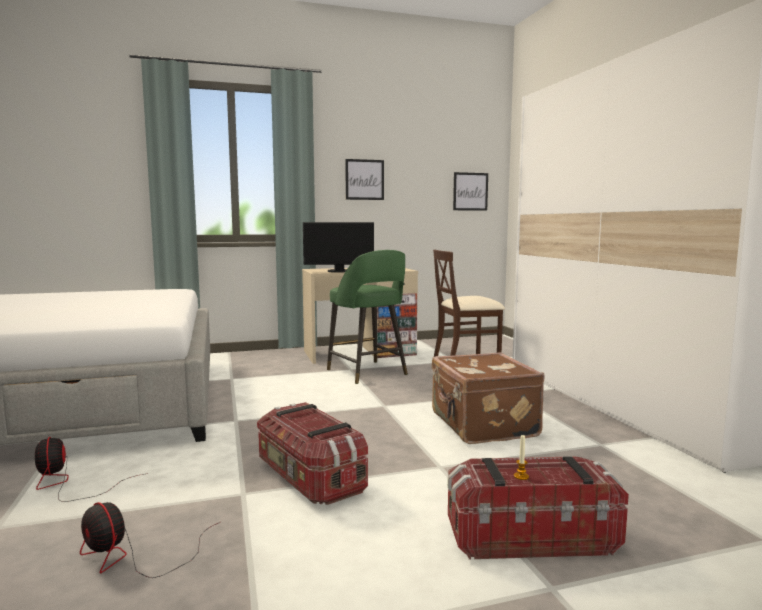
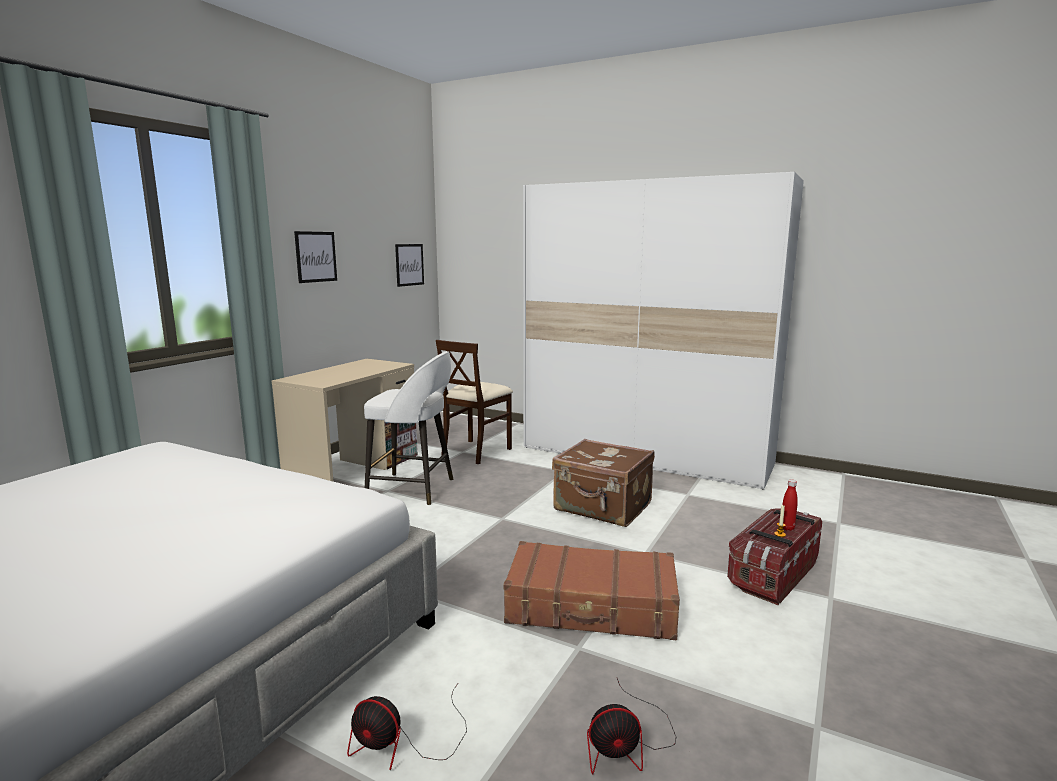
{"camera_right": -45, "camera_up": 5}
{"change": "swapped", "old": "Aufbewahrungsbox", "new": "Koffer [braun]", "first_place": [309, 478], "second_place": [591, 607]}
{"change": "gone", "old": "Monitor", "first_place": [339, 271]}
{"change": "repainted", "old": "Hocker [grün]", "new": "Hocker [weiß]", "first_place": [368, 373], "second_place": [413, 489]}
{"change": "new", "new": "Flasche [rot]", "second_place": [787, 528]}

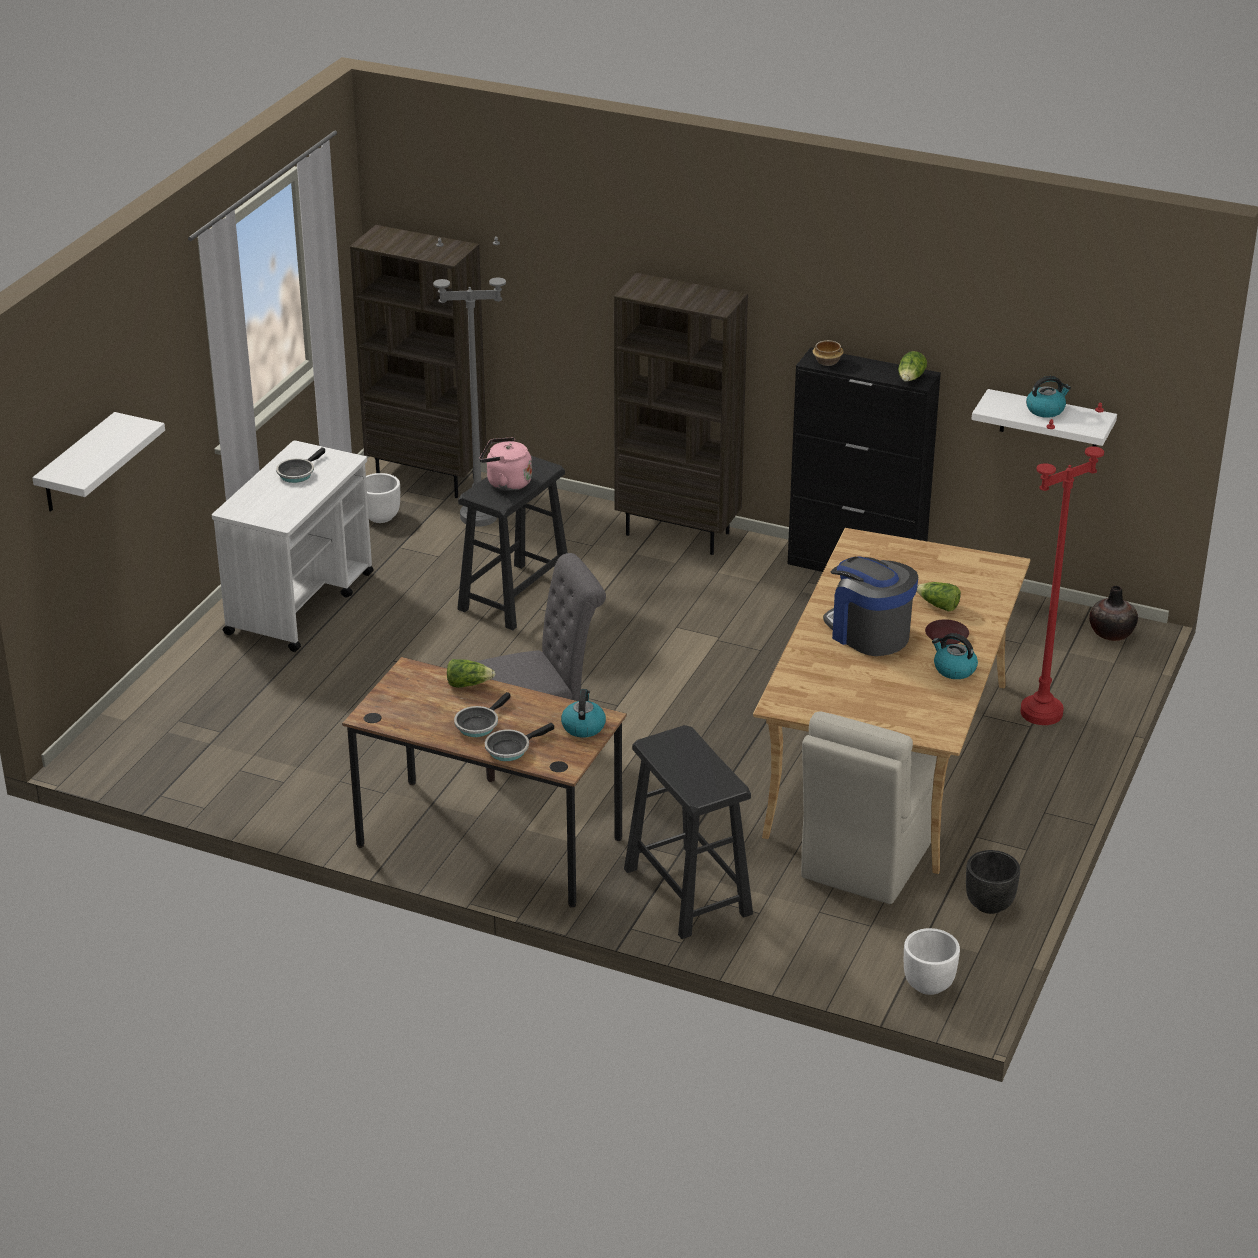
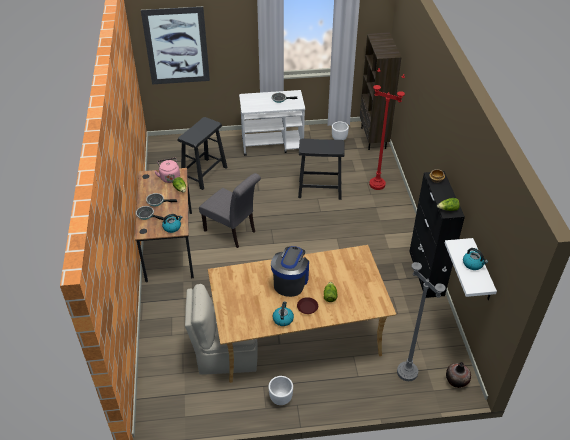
{"camera_right": 60, "camera_up": 10}
{"change": "swapped", "old": "Wandregal [weiß]", "new": "Bild", "first_place": [77, 464], "second_place": [176, 46]}
{"change": "shifted", "old": "Stehlampe [grau]", "first_place": [479, 516], "second_place": [407, 372]}
{"change": "shifted", "old": "Wasserkessel [rosa]", "first_place": [506, 483], "second_place": [169, 177]}
{"change": "gone", "old": "Bücherregal [braun]", "first_place": [679, 533]}
{"change": "shifted", "old": "Hocker [schwarz]", "first_place": [687, 891], "second_place": [204, 173]}
{"change": "shifted", "old": "Pflanzkübel [weiß]", "first_place": [928, 985], "second_place": [280, 398]}
{"change": "gone", "old": "Pflanzkübel [schwarz]", "first_place": [989, 904]}
{"change": "shifted", "old": "Stehlampe [rot]", "first_place": [1041, 712], "second_place": [377, 184]}

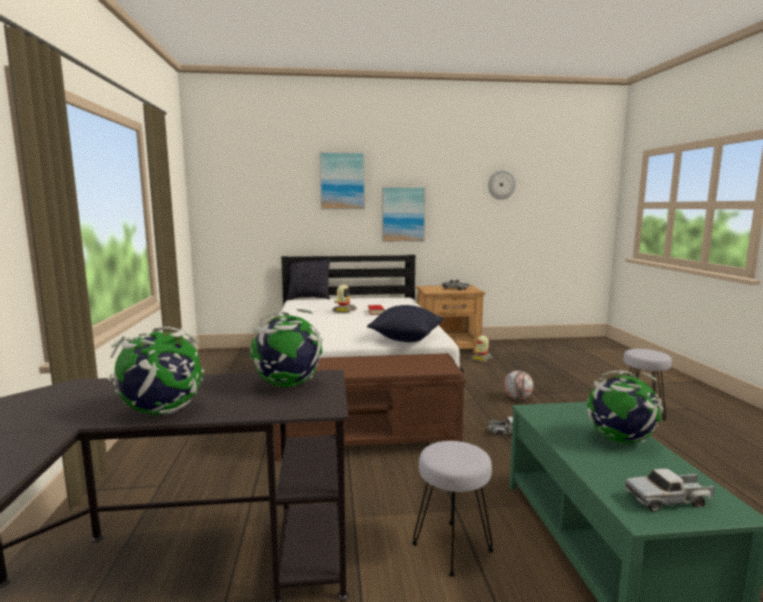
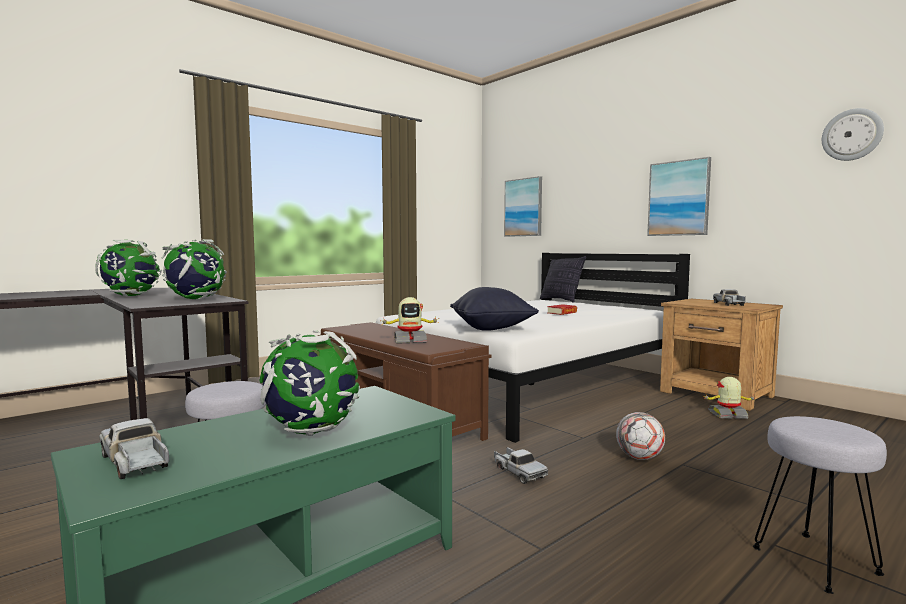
{"camera_right": 55, "camera_up": -5}
{"change": "shifted", "old": "Bild", "first_place": [342, 181], "second_place": [523, 207]}
{"change": "shifted", "old": "Spielzeugroboter", "first_place": [344, 311], "second_place": [410, 341]}

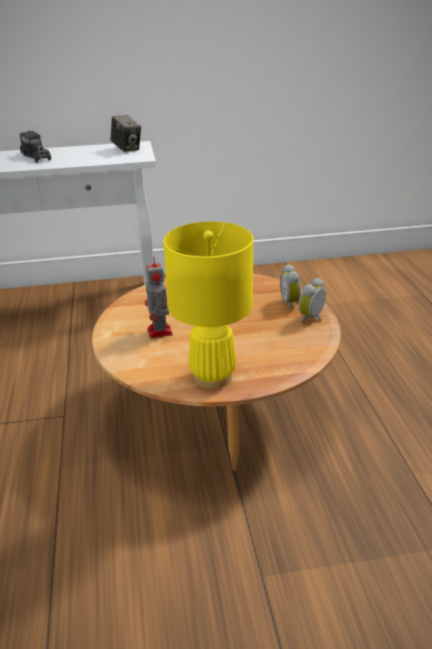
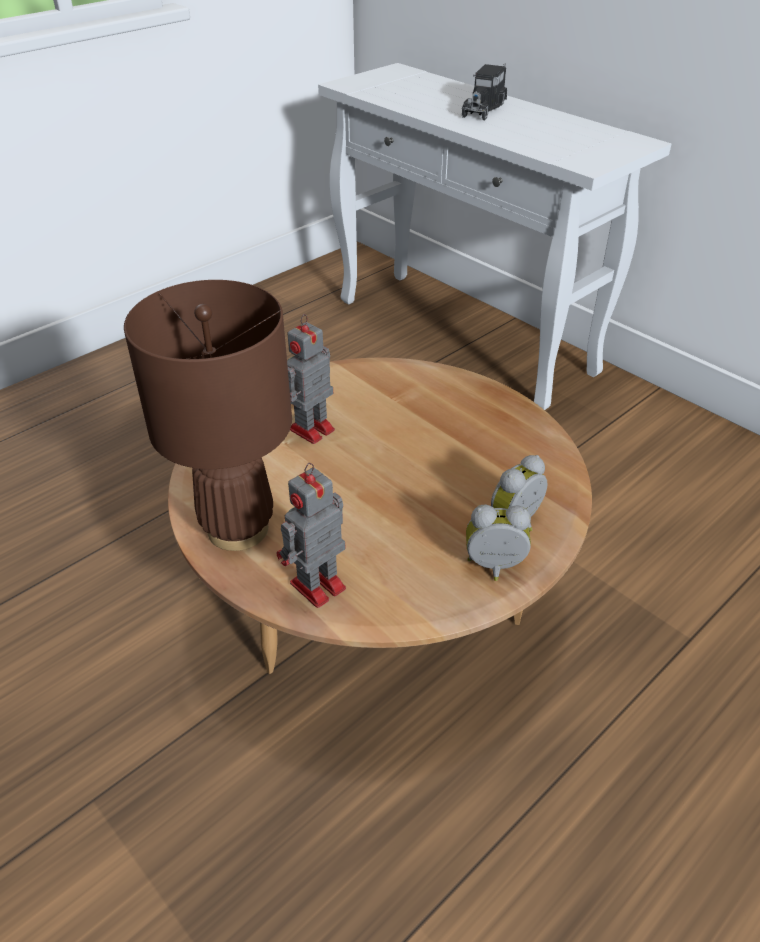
{"camera_right": 55, "camera_up": 10}
{"change": "gone", "old": "Kamera", "first_place": [127, 149]}
{"change": "repainted", "old": "Tischlampe [gelb]", "new": "Tischlampe [braun]", "first_place": [213, 377], "second_place": [238, 529]}
{"change": "new", "new": "Spielzeugroboter", "second_place": [315, 587]}

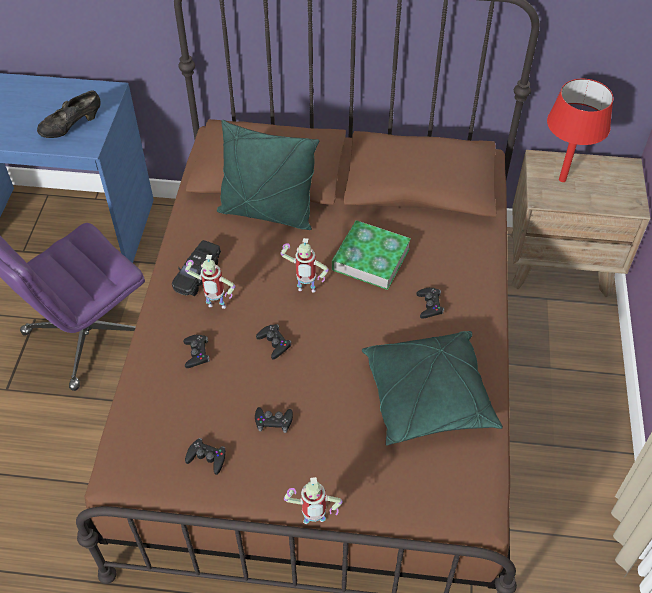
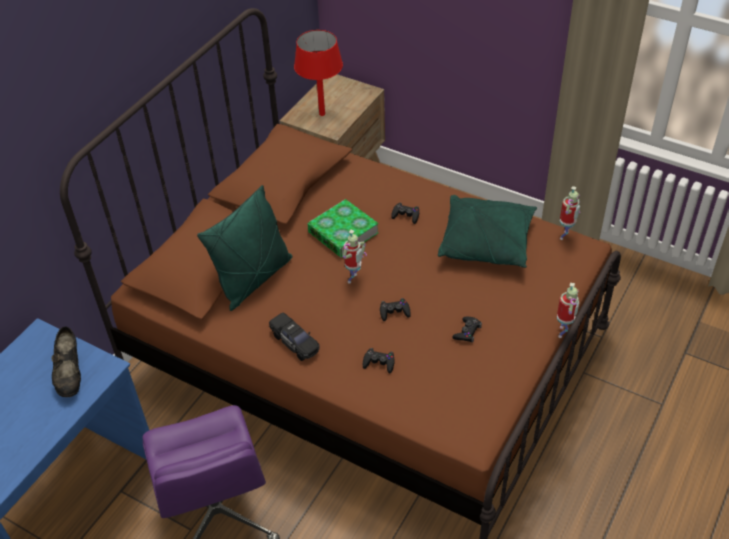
{"camera_right": -65, "camera_up": -5}
{"change": "shifted", "old": "Spielzeugroboter", "first_place": [216, 308], "second_place": [565, 236]}
{"change": "gone", "old": "Gamepad [schwarz]", "first_place": [207, 458]}

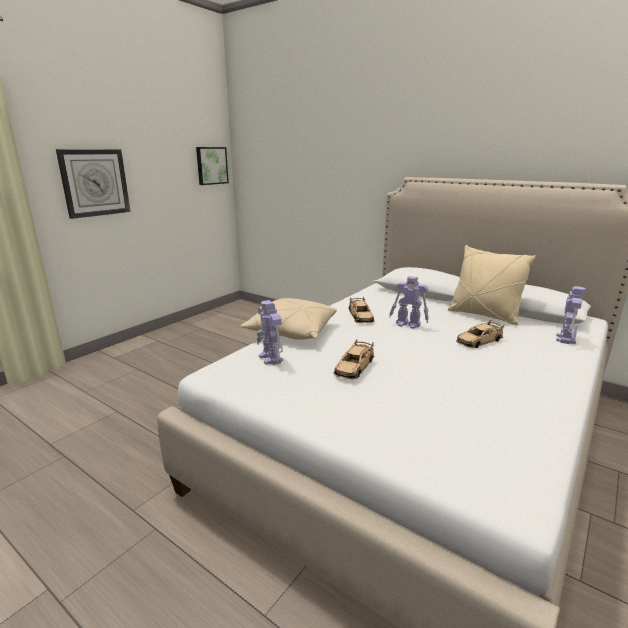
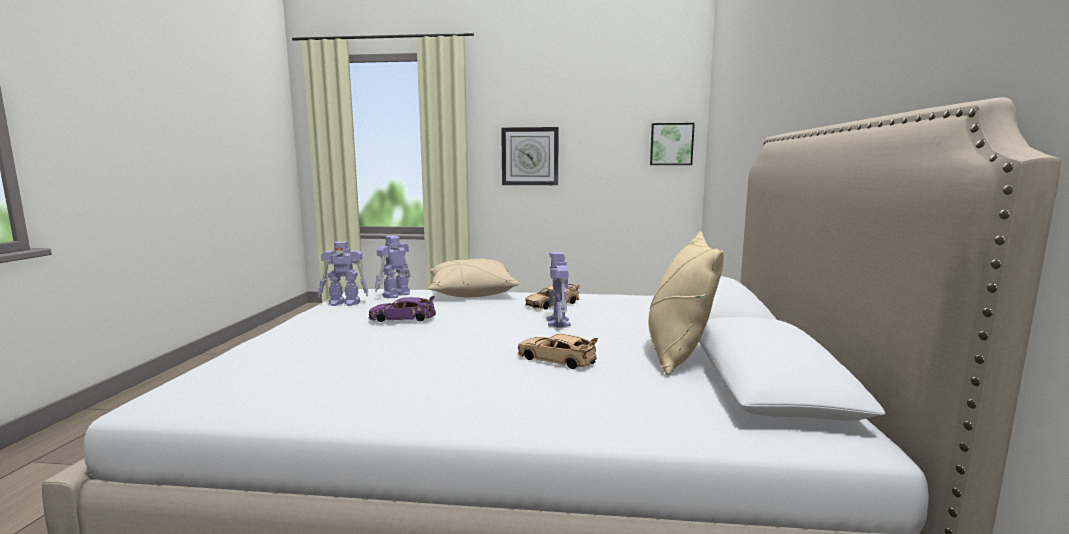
{"camera_right": 60, "camera_up": -10}
{"change": "repainted", "old": "Spielzeugauto [beige]", "new": "Spielzeugauto [lila]", "first_place": [354, 367], "second_place": [402, 318]}
{"change": "shifted", "old": "Spielzeugroboter", "first_place": [565, 338], "second_place": [345, 303]}

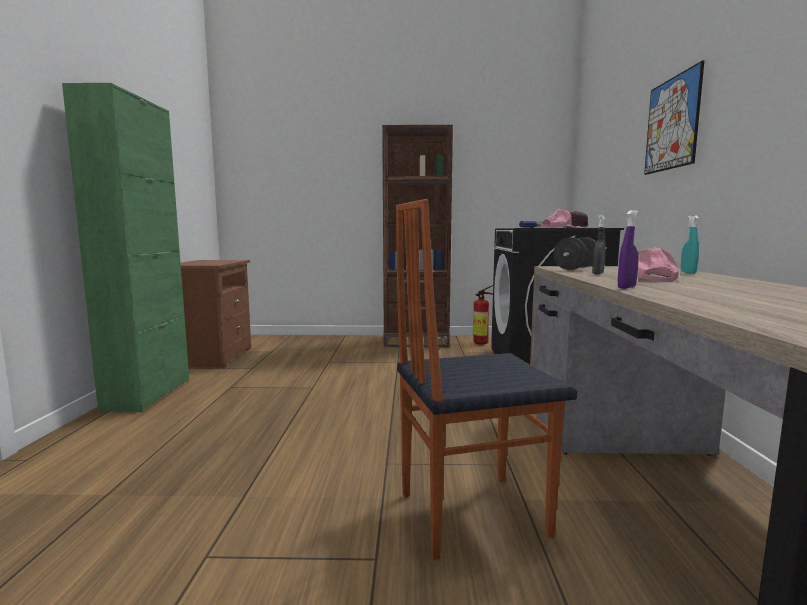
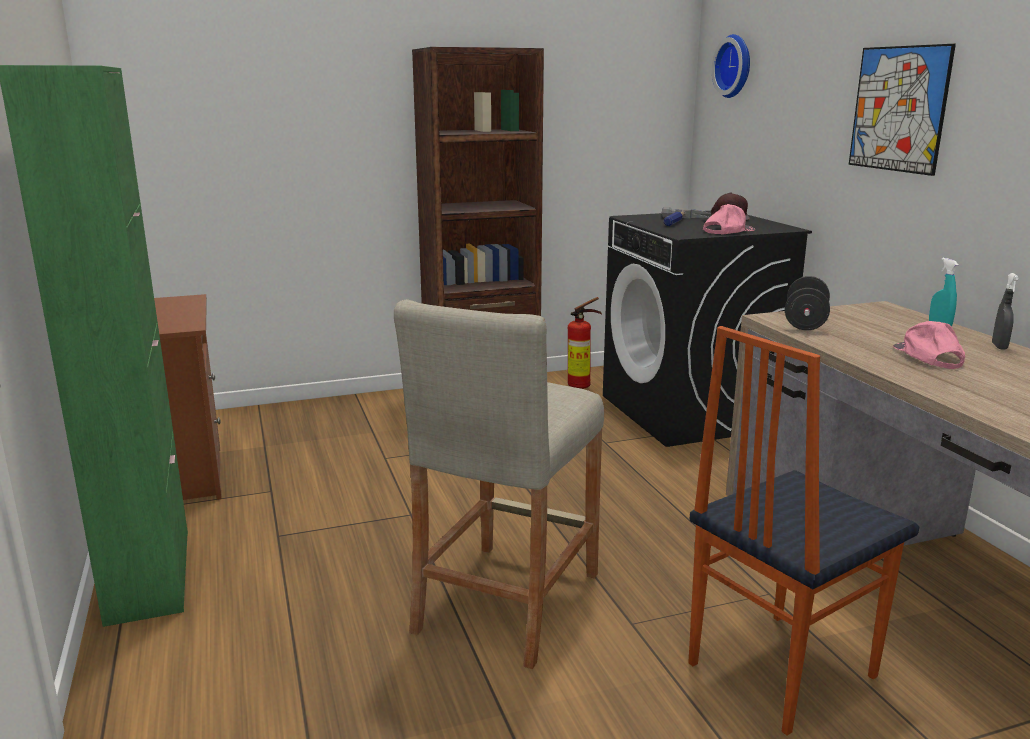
{"camera_right": -20, "camera_up": 10}
{"change": "shifted", "old": "Sprühflasche [grau]", "first_place": [598, 274], "second_place": [999, 346]}
{"change": "gone", "old": "Sprühflasche [lila]", "first_place": [626, 287]}
{"change": "new", "new": "Hocker [beige]", "second_place": [506, 601]}
{"change": "new", "new": "Wanduhr", "second_place": [735, 66]}

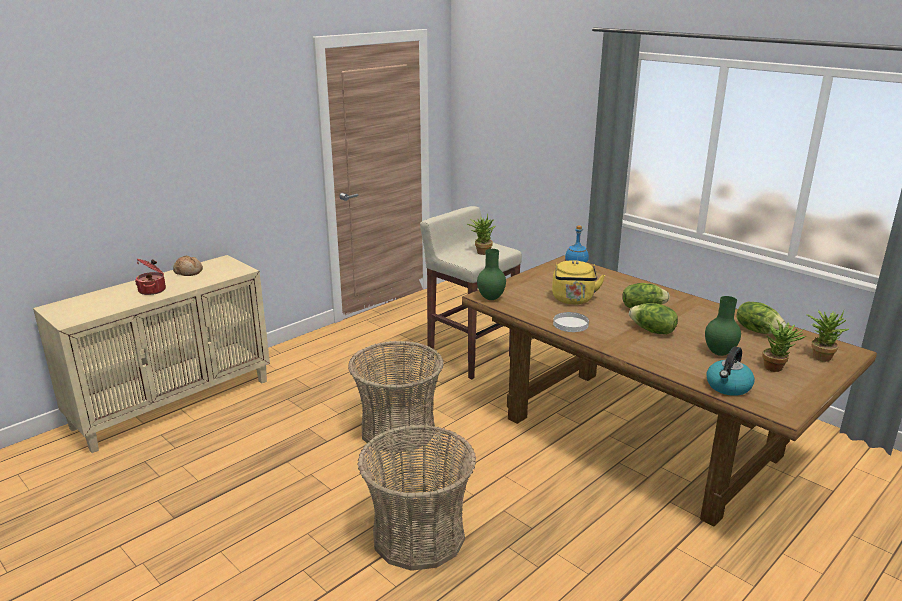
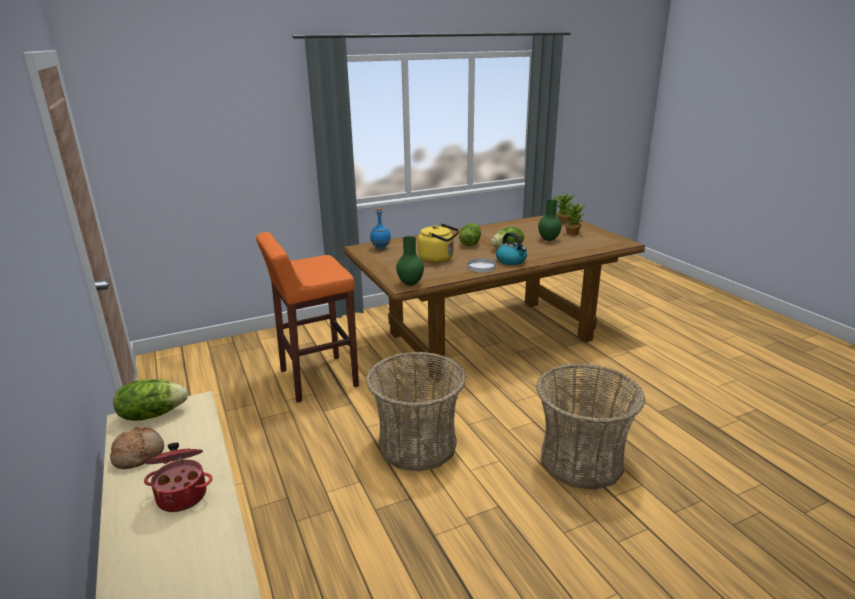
{"camera_right": -70, "camera_up": 0}
{"change": "repainted", "old": "Hocker [beige]", "new": "Hocker [orange]", "first_place": [470, 357], "second_place": [317, 378]}
{"change": "gone", "old": "Topfpflanze", "first_place": [481, 252]}
{"change": "shifted", "old": "Wasserkessel", "first_place": [728, 387], "second_place": [511, 261]}
{"change": "shifted", "old": "Salatkopf", "first_place": [757, 330], "second_place": [152, 414]}

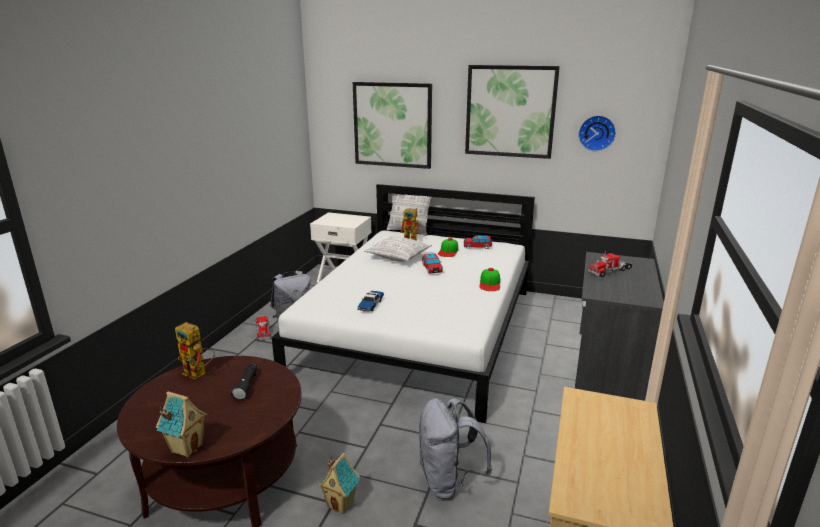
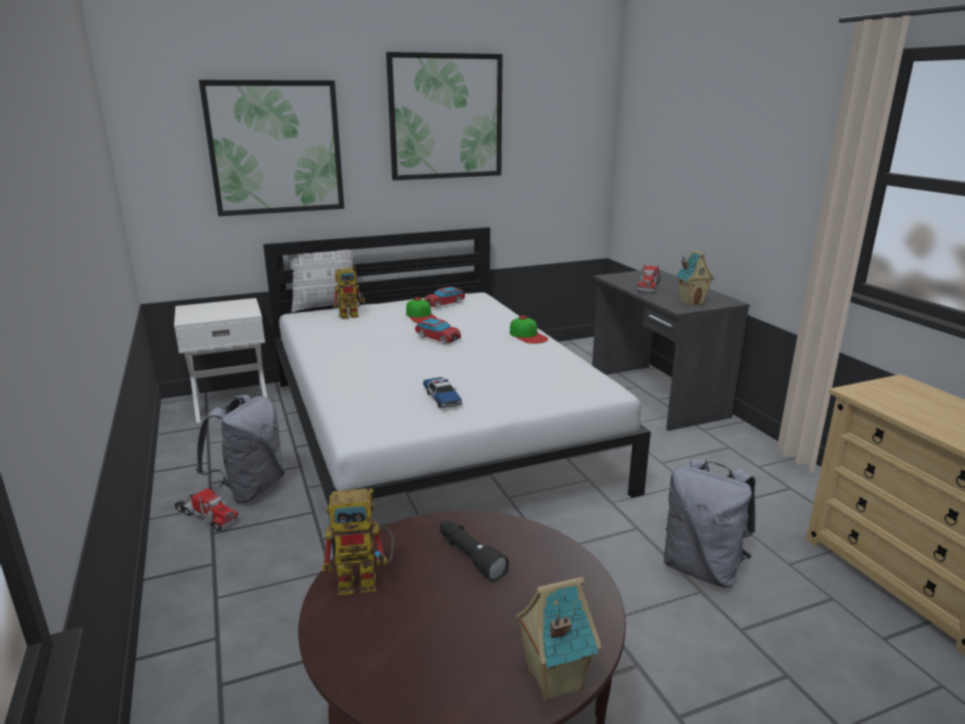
{"camera_right": -40, "camera_up": 0}
{"change": "shifted", "old": "Spielzeughaus", "first_place": [341, 504], "second_place": [691, 302]}
{"change": "gone", "old": "Kissen", "first_place": [398, 257]}
{"change": "gone", "old": "Wanduhr", "first_place": [597, 133]}

